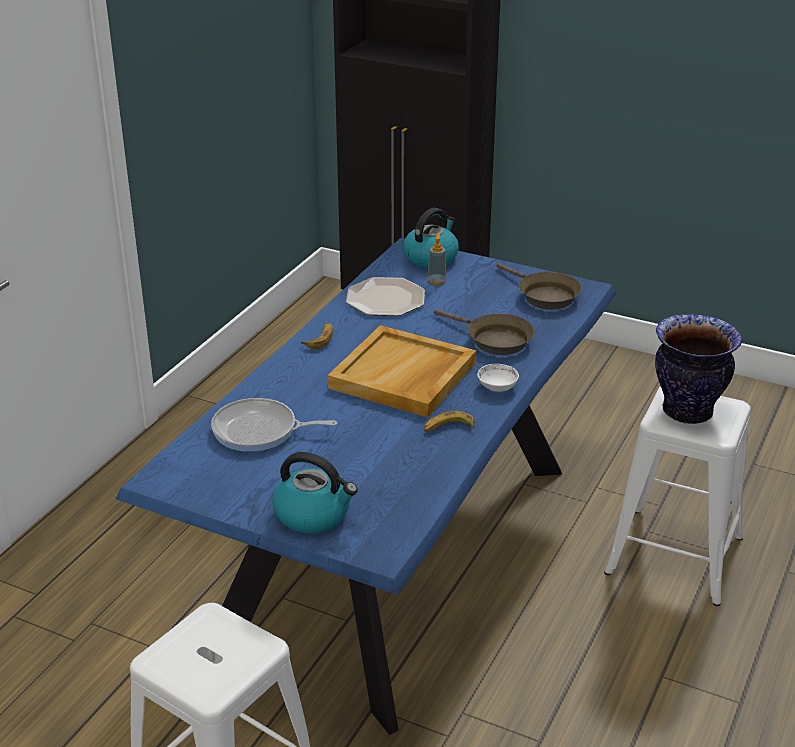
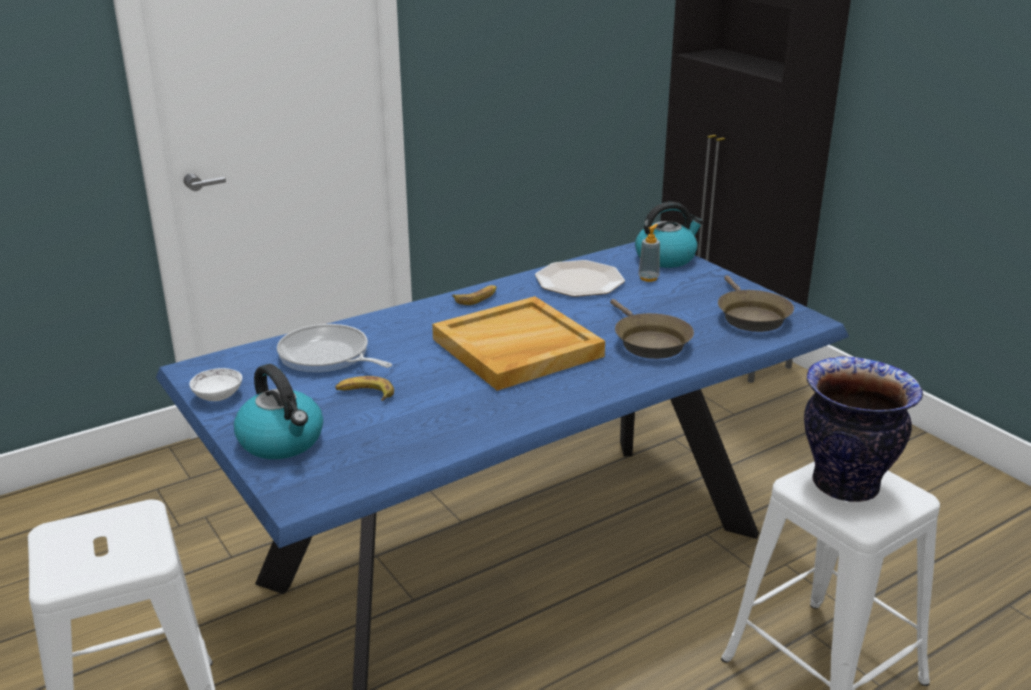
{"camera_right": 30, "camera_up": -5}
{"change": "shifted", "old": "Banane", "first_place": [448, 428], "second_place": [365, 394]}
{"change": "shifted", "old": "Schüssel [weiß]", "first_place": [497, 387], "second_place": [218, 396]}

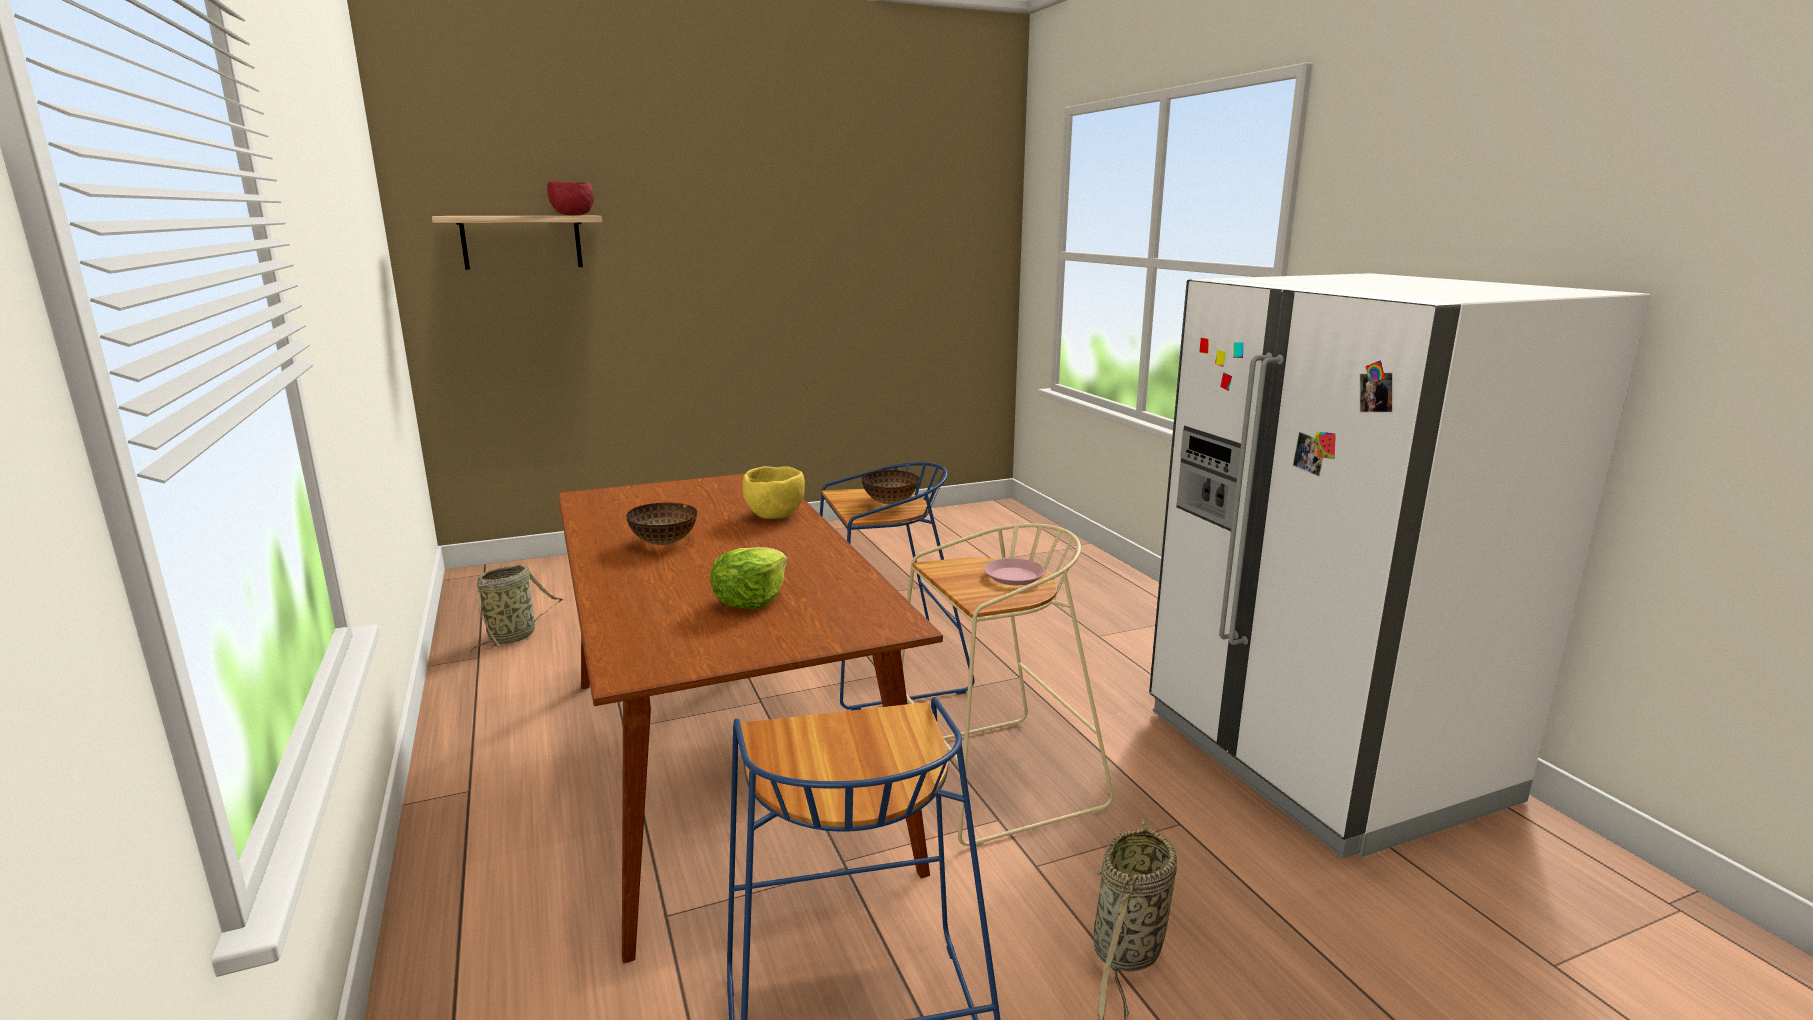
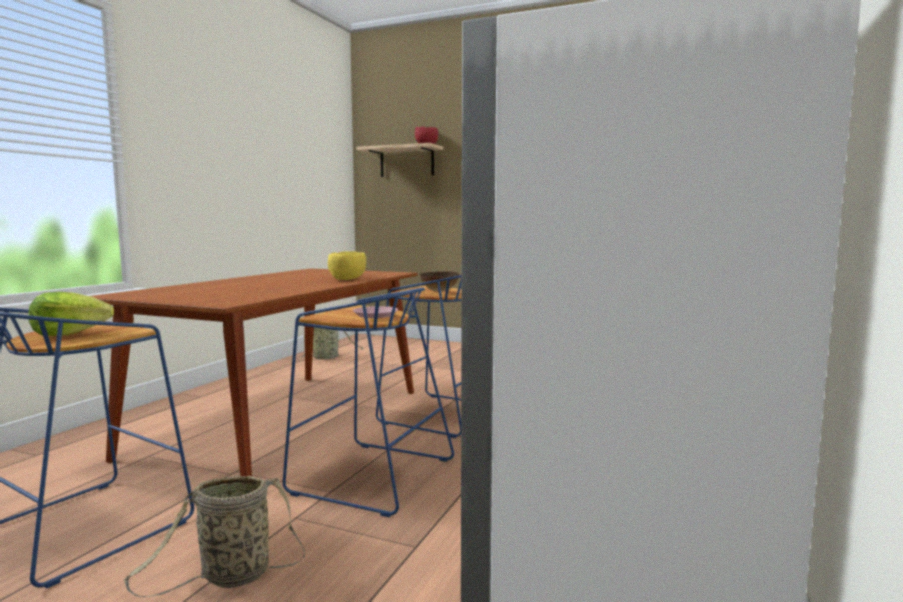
{"camera_right": 45, "camera_up": -10}
{"change": "gone", "old": "Schüssel", "first_place": [664, 543]}
{"change": "shifted", "old": "Salatkopf", "first_place": [751, 599], "second_place": [70, 333]}
{"change": "repainted", "old": "Hocker [beige]", "new": "Hocker [blau]", "first_place": [993, 781], "second_place": [369, 476]}

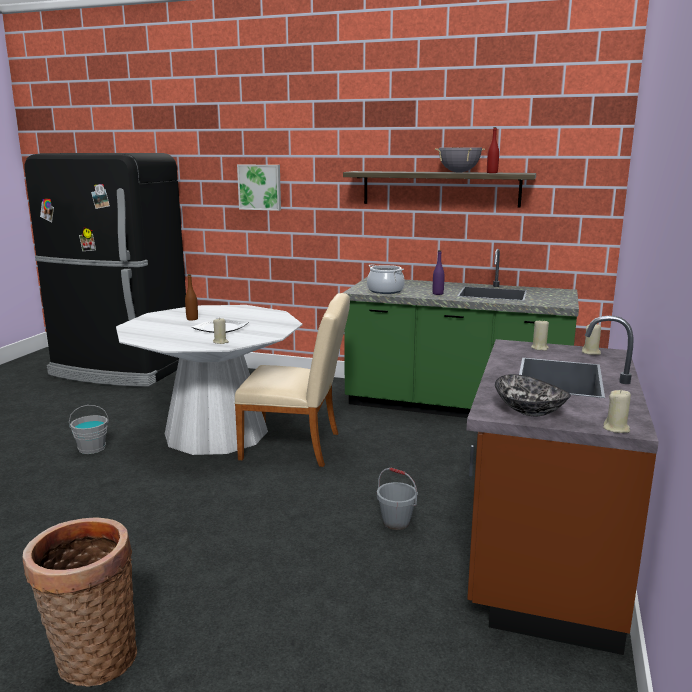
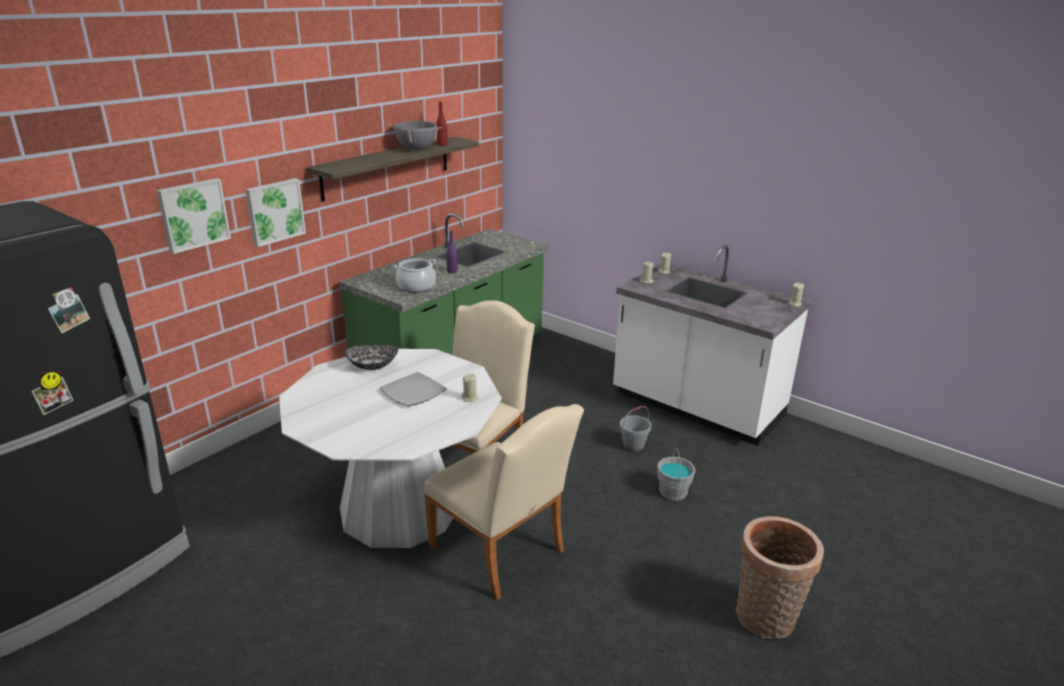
{"camera_right": -70, "camera_up": 10}
{"change": "shifted", "old": "Eimer [grau]", "first_place": [92, 448], "second_place": [673, 492]}
{"change": "gone", "old": "Flasche [braun]", "first_place": [192, 319]}
{"change": "repainted", "old": "Küchenzeile [braun]", "new": "Küchenzeile [weiß]", "first_place": [542, 558], "second_place": [696, 406]}
{"change": "shifted", "old": "Schüssel", "first_place": [529, 411], "second_place": [372, 366]}
{"change": "new", "new": "Bild", "second_place": [274, 211]}
{"change": "new", "new": "Stuhl [beige]", "second_place": [502, 553]}

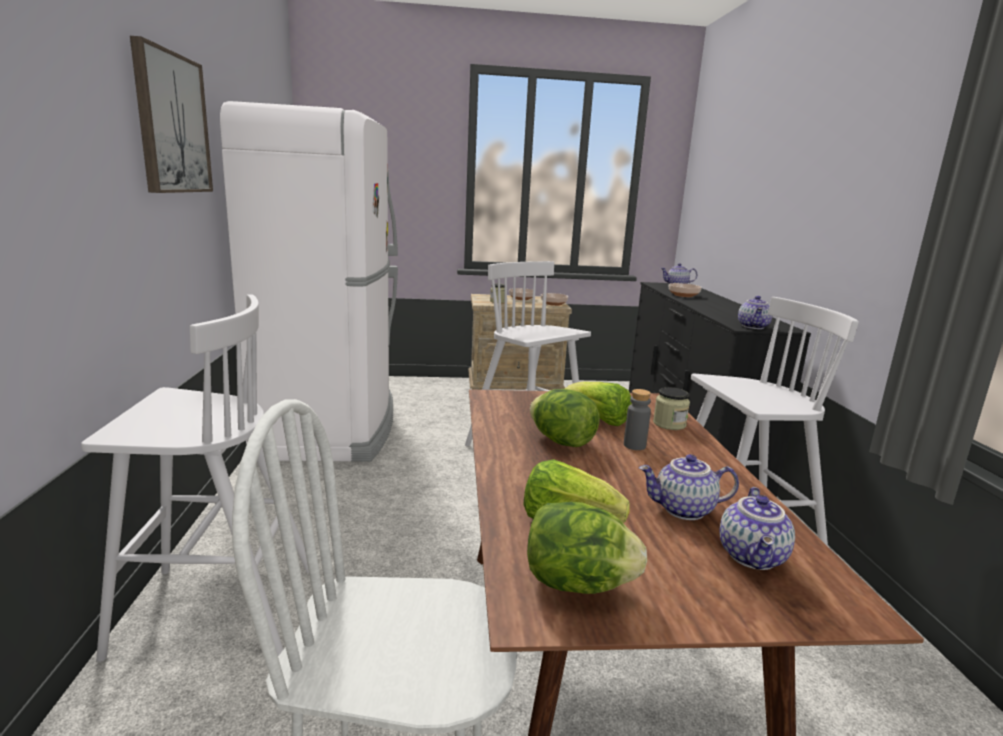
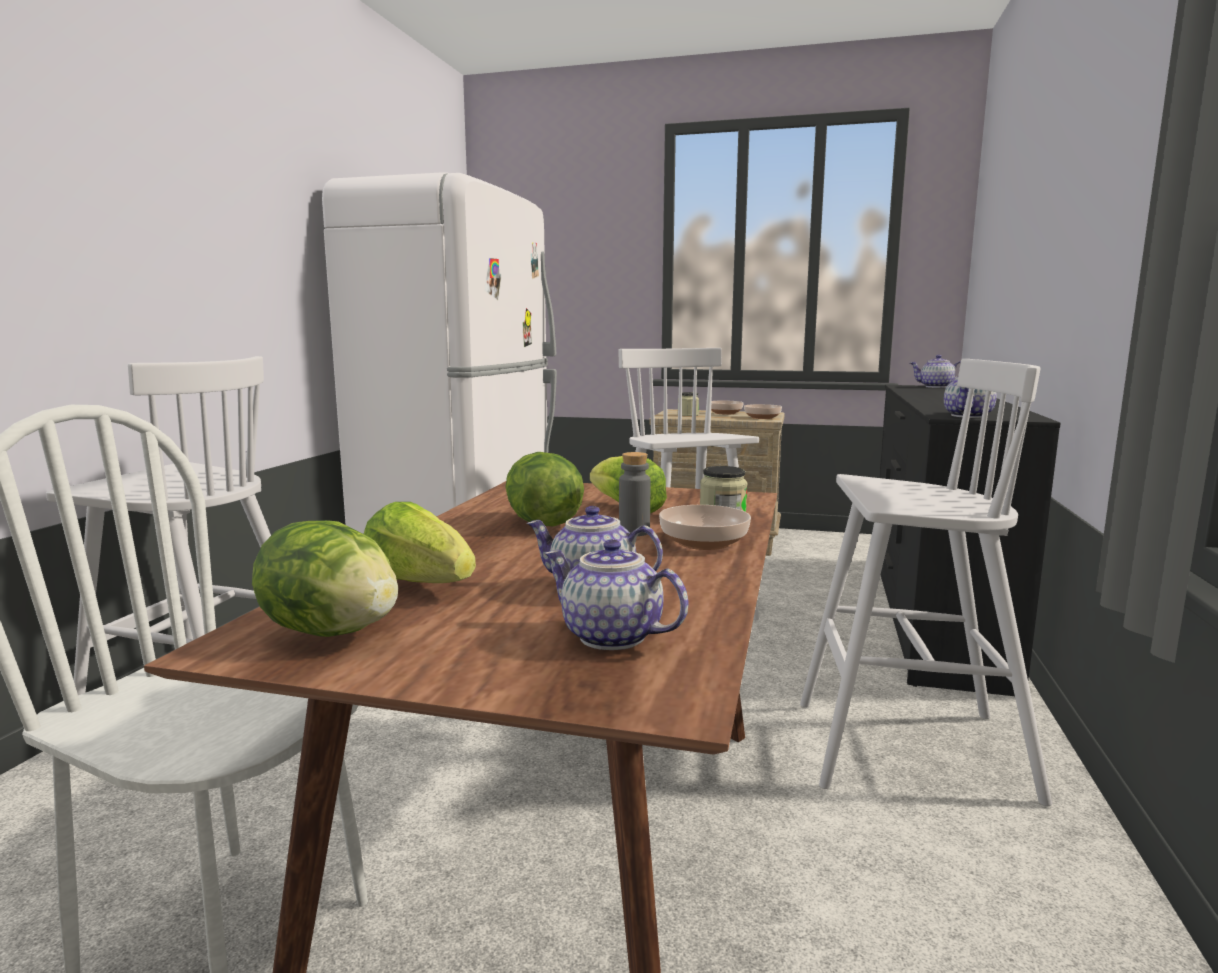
{"camera_right": 20, "camera_up": -5}
{"change": "gone", "old": "Bild", "first_place": [172, 123]}
{"change": "shifted", "old": "Schüssel", "first_place": [683, 295], "second_place": [704, 542]}
{"change": "rotated", "old": "Teekanne", "first_place": [753, 557], "second_place": [609, 637], "degrees": 90}

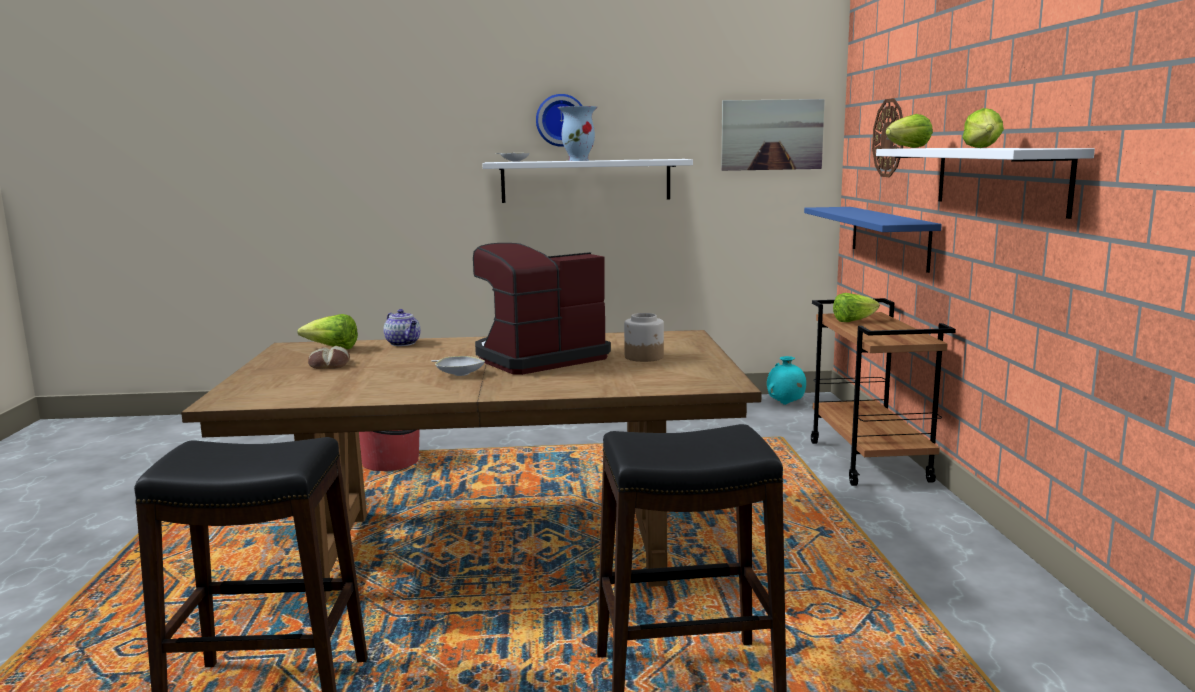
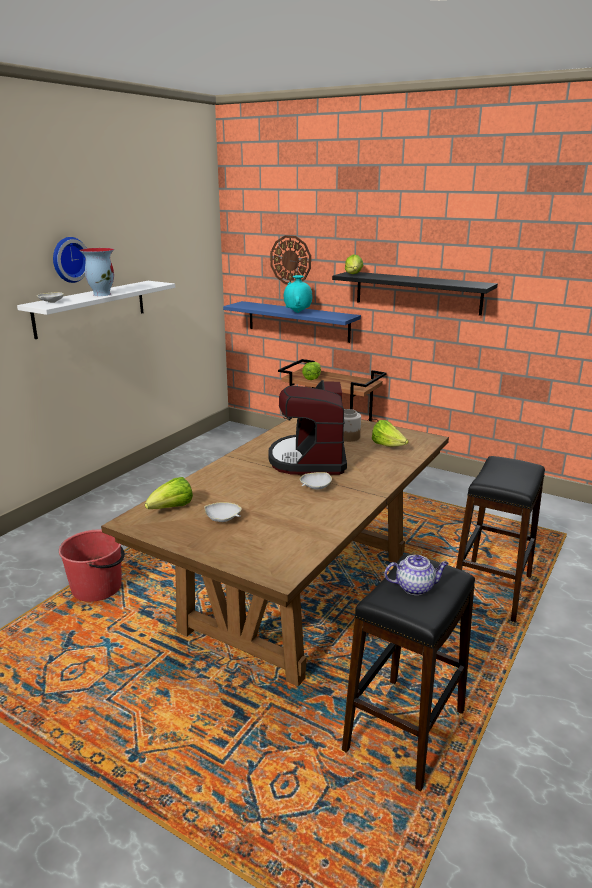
{"camera_right": -55, "camera_up": 10}
{"change": "swapped", "old": "Brot", "new": "Schüssel [weiß]", "first_place": [328, 365], "second_place": [223, 519]}
{"change": "shifted", "old": "Teekanne", "first_place": [403, 343], "second_place": [415, 587]}
{"change": "gone", "old": "Bild", "first_place": [772, 135]}
{"change": "shifted", "old": "Vase [türkis]", "first_place": [785, 404], "second_place": [298, 312]}
{"change": "repainted", "old": "Wandregal [weiß]", "new": "Wandregal [schwarz]", "first_place": [999, 178], "second_place": [417, 292]}
{"change": "shifted", "old": "Salatkopf", "first_place": [982, 148], "second_place": [388, 446]}

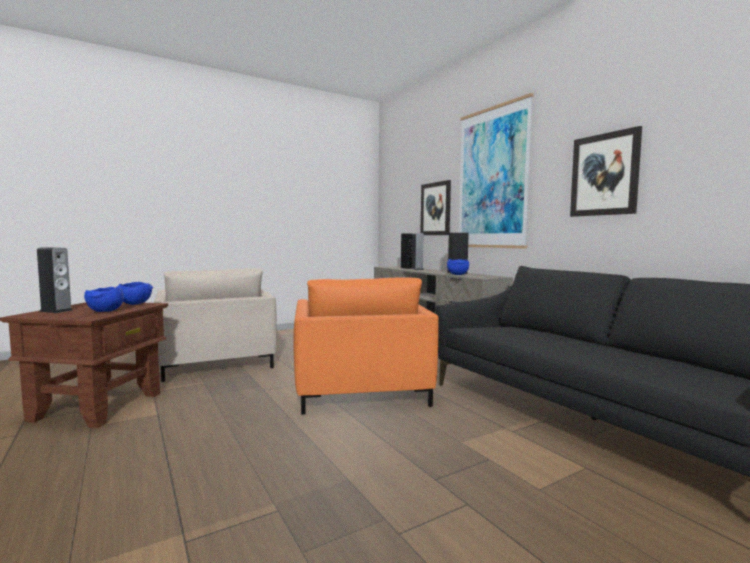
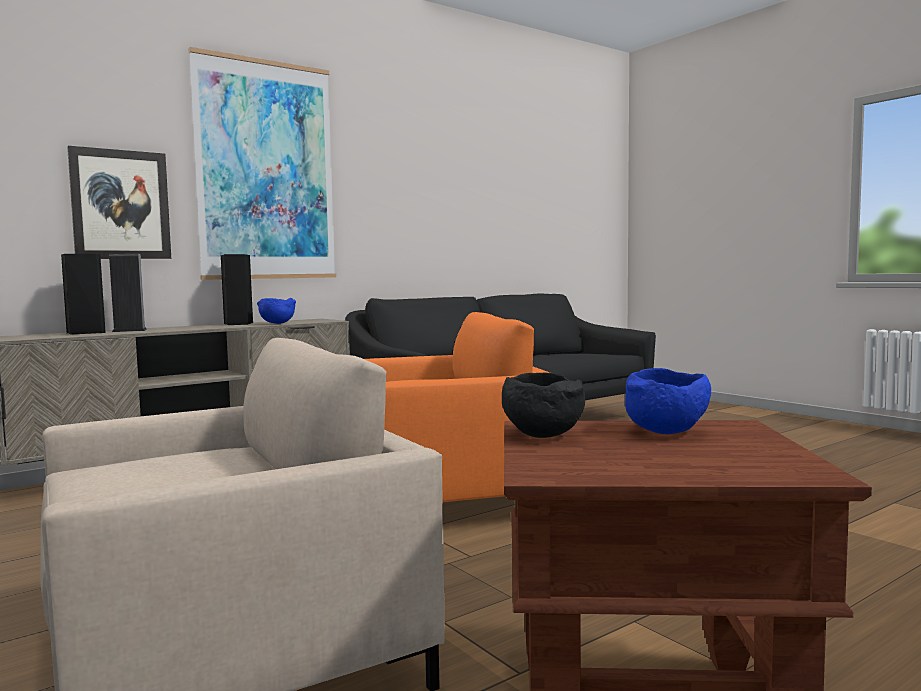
{"camera_right": -95, "camera_up": 0}
{"change": "gone", "old": "Lautsprecher", "first_place": [56, 310]}
{"change": "repainted", "old": "Schüssel [blau]", "new": "Schüssel [schwarz]", "first_place": [136, 304], "second_place": [540, 435]}
{"change": "gone", "old": "Bild", "first_place": [604, 174]}

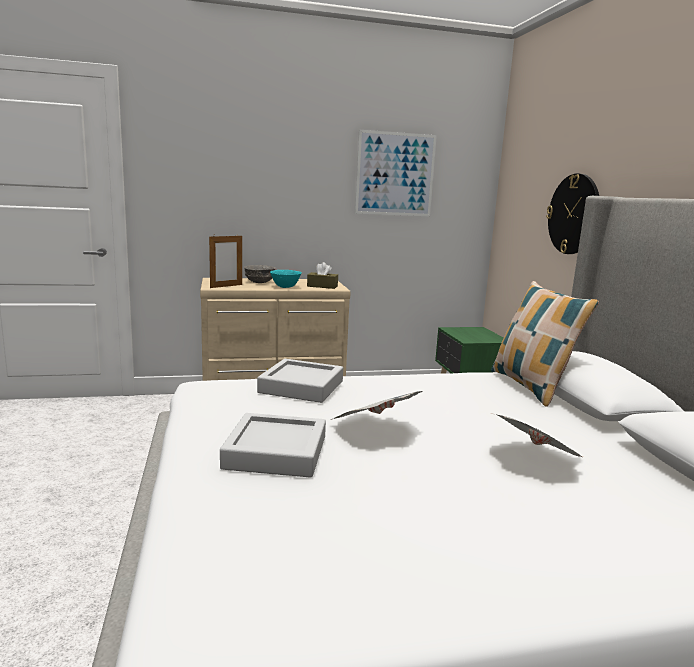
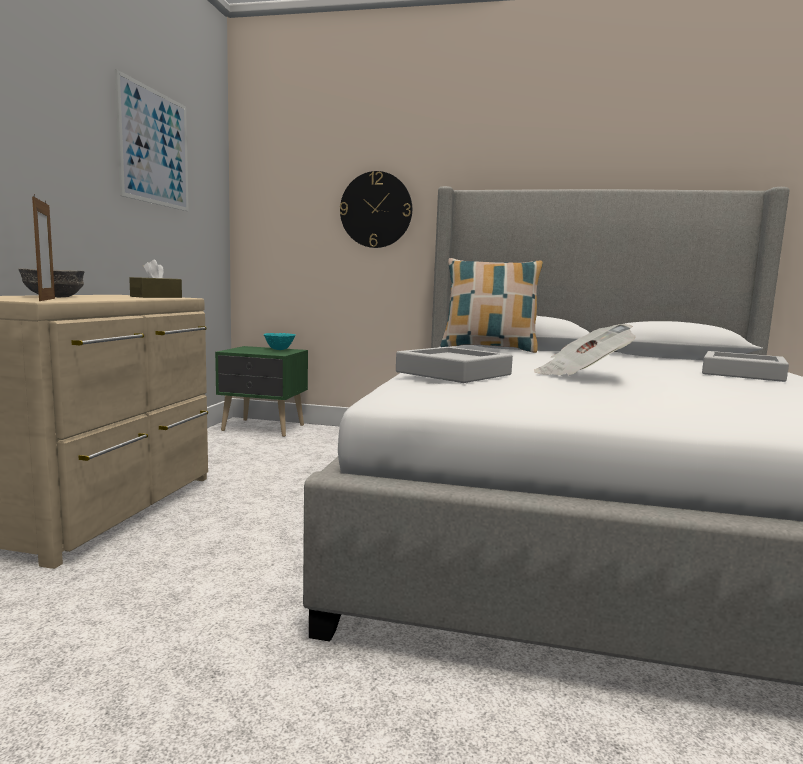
{"camera_right": -65, "camera_up": -5}
{"change": "shifted", "old": "Tablett [grau]", "first_place": [276, 452], "second_place": [742, 373]}
{"change": "shifted", "old": "Schüssel [türkis]", "first_place": [285, 287], "second_place": [279, 349]}
{"change": "gone", "old": "Zeitung", "first_place": [538, 461]}

